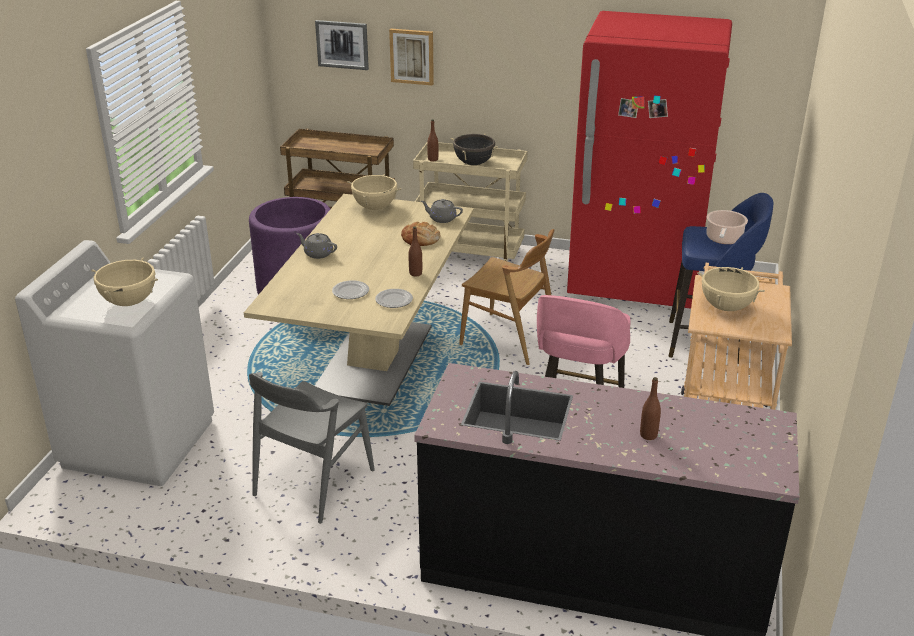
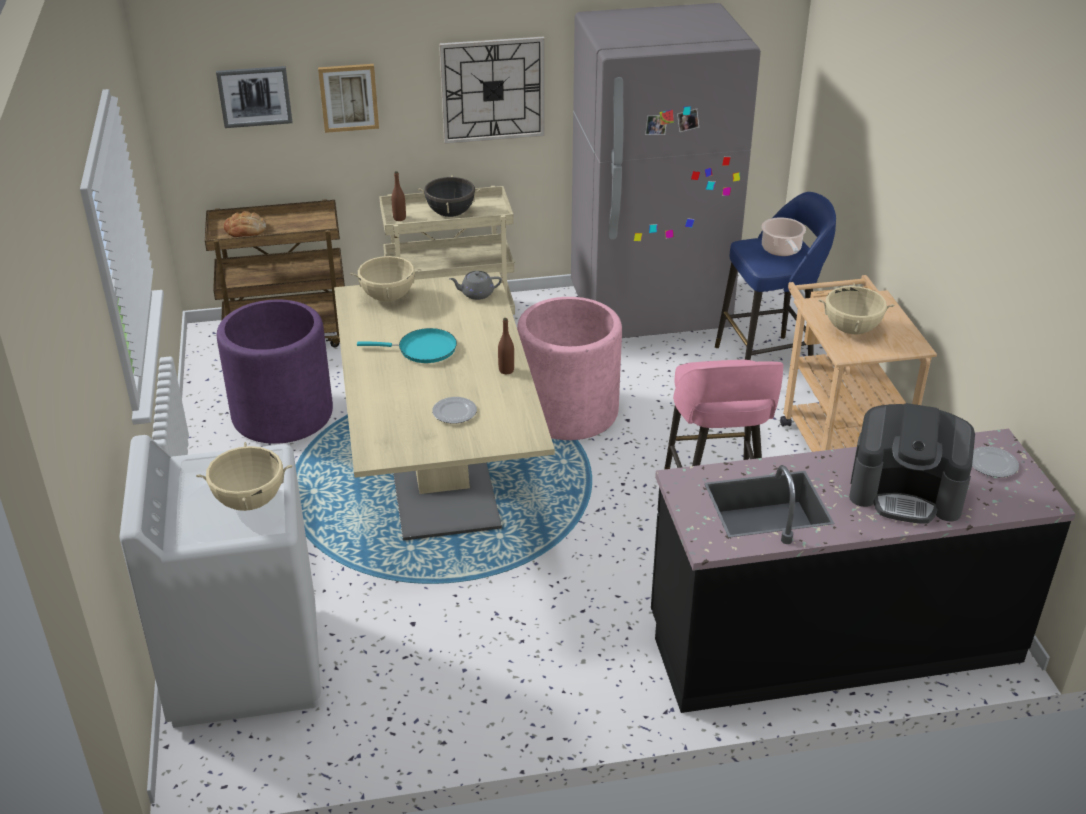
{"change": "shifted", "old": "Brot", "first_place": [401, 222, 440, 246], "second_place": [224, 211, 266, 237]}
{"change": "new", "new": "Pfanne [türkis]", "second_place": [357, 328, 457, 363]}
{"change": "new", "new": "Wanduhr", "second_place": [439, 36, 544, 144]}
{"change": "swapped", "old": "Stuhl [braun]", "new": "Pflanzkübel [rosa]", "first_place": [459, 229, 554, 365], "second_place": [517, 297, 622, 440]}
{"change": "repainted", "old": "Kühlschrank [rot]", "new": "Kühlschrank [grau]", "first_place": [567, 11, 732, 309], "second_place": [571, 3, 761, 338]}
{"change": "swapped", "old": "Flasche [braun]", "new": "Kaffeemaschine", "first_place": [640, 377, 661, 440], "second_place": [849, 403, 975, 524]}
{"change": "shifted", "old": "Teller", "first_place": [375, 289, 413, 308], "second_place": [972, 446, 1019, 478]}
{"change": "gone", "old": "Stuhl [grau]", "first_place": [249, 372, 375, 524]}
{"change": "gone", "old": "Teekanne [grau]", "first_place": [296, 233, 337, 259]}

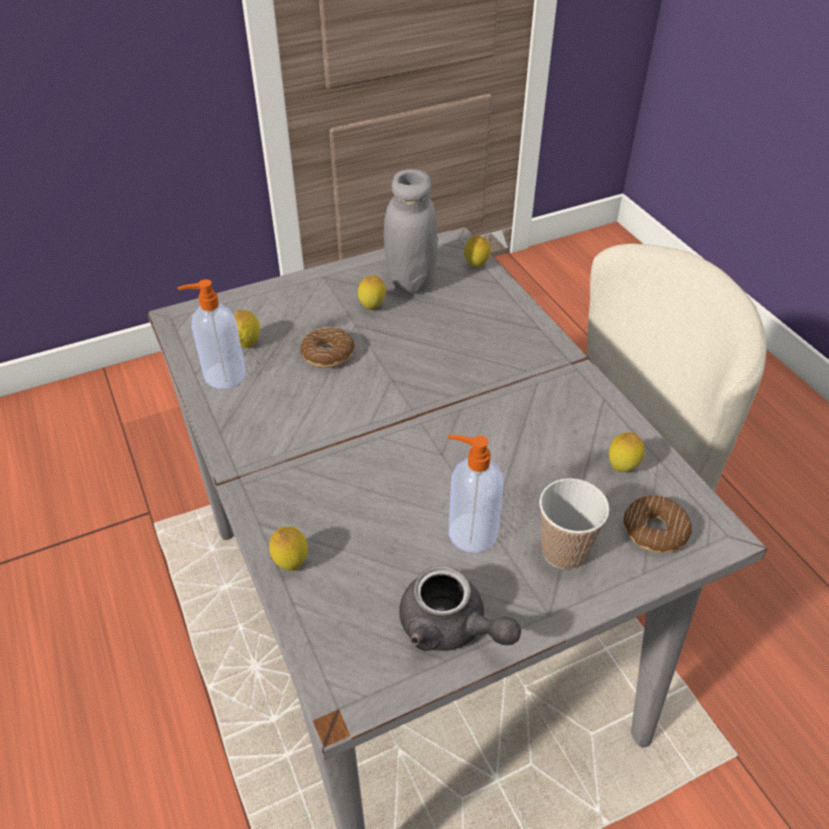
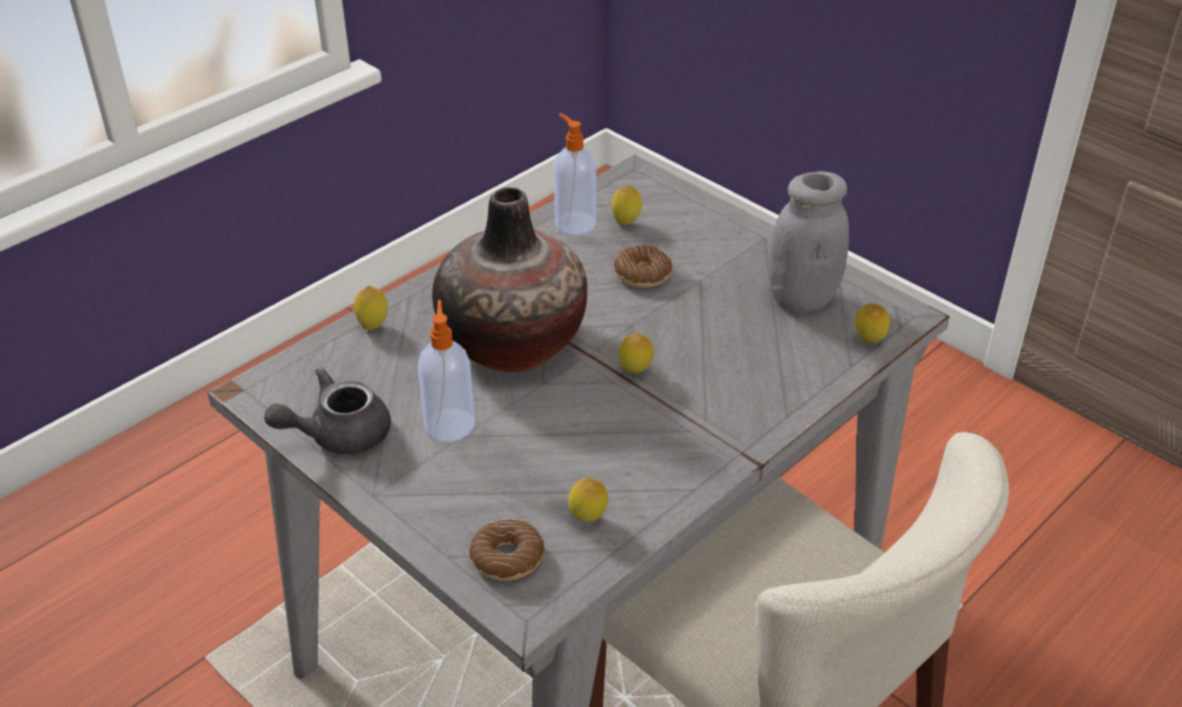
{"change": "rotated", "old": "Teekanne [grau]", "first_place": [399, 566, 521, 651], "second_place": [264, 367, 391, 455], "degrees": 45}
{"change": "new", "new": "Vase", "second_place": [432, 187, 587, 372]}
{"change": "shifted", "old": "Zitrone", "first_place": [358, 275, 386, 310], "second_place": [618, 333, 654, 374]}
{"change": "gone", "old": "Tasse", "first_place": [539, 478, 610, 570]}

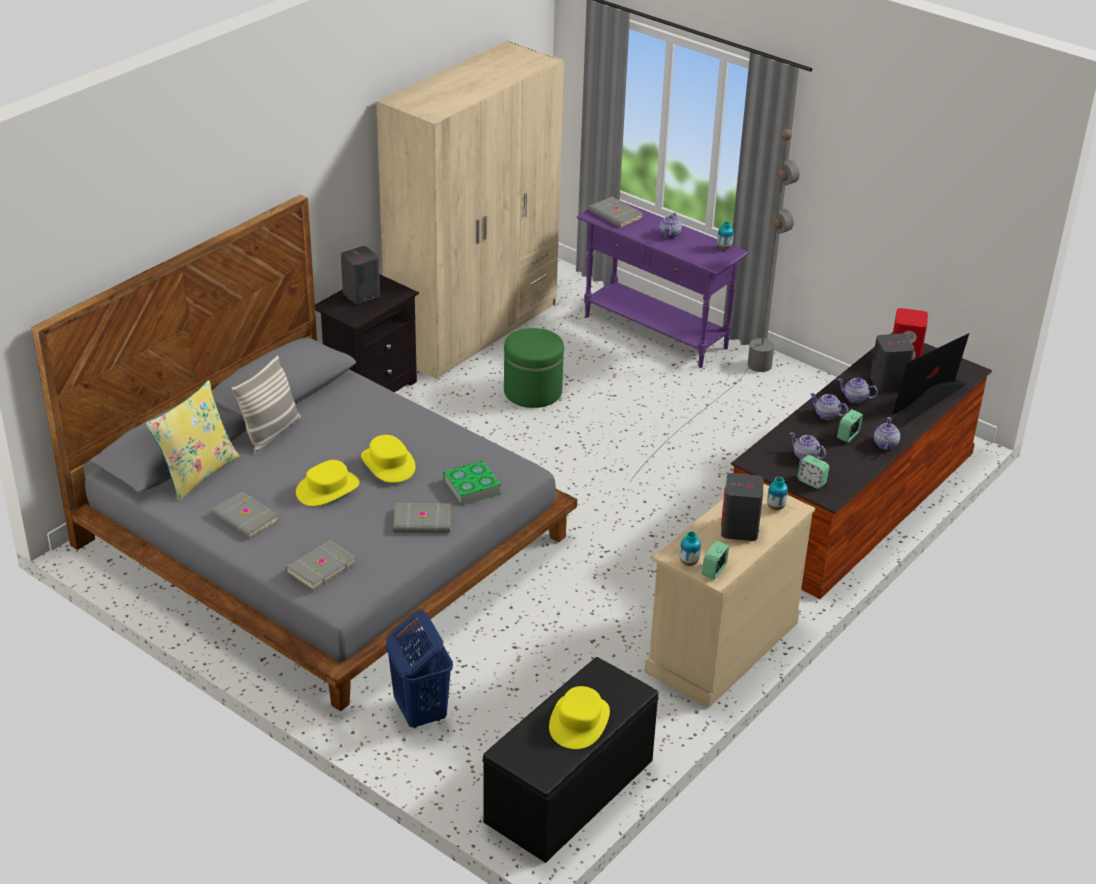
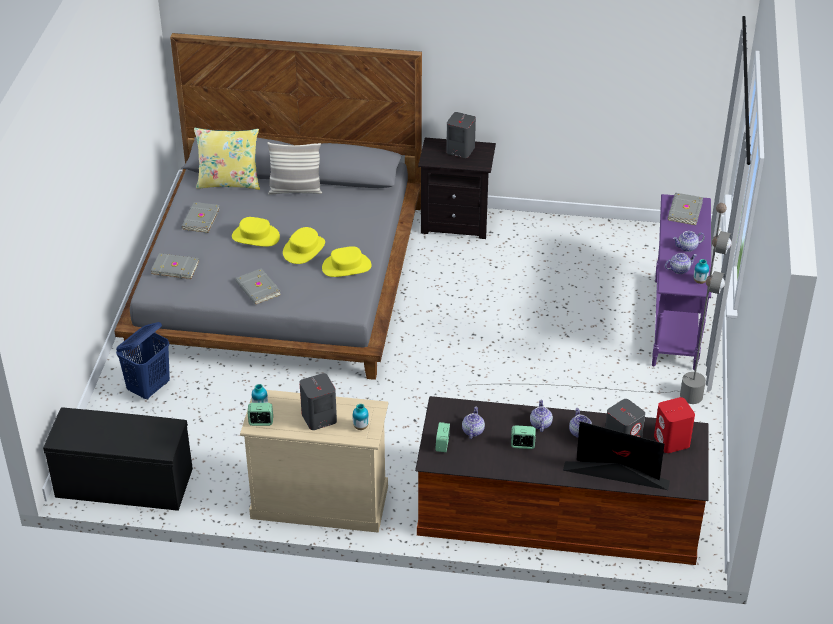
{"change": "shifted", "old": "Hut [gelb]", "first_place": [549, 686, 610, 749], "second_place": [322, 246, 372, 277]}
{"change": "shifted", "old": "Teekanne", "first_place": [874, 417, 900, 450], "second_place": [665, 253, 697, 274]}
{"change": "gone", "old": "Kleiderschrank [beige]", "first_place": [376, 40, 564, 379]}
{"change": "gone", "old": "Buch", "first_place": [443, 461, 501, 505]}
{"change": "gone", "old": "Polsterhocker [grün]", "first_place": [504, 328, 564, 408]}

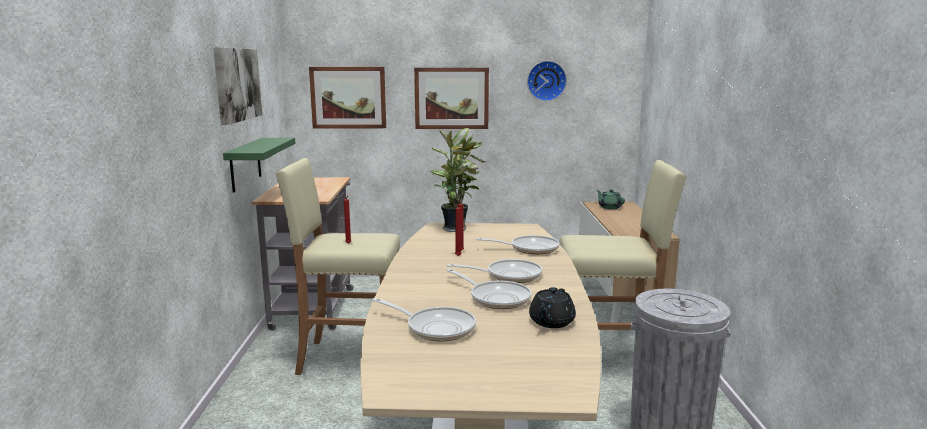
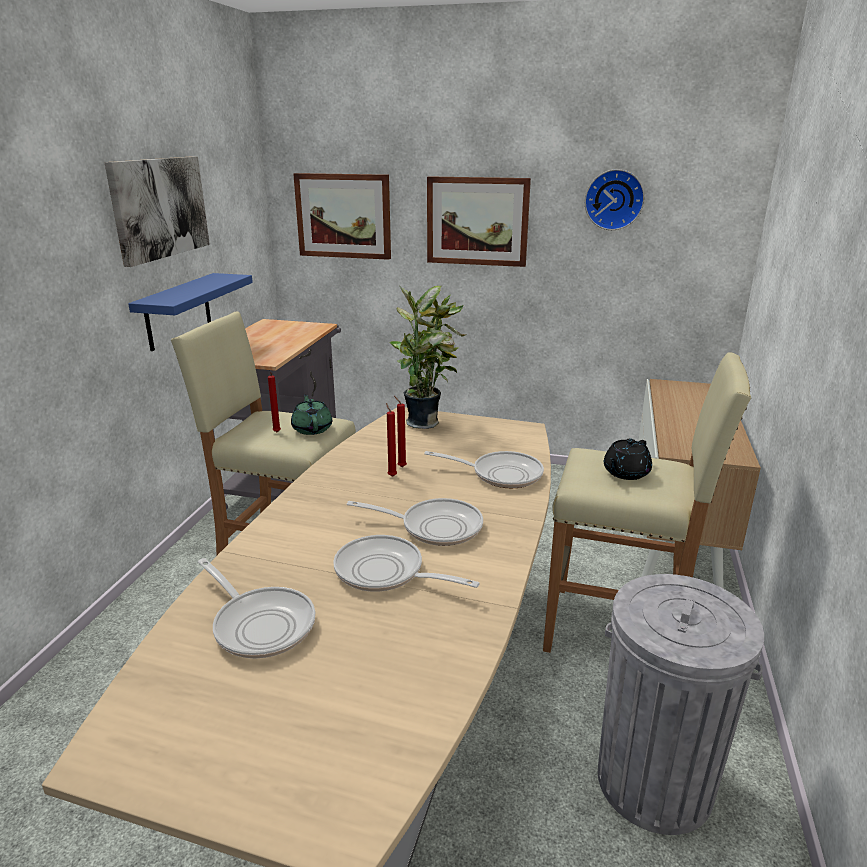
{"change": "repainted", "old": "Wandregal [grün]", "new": "Wandregal [blau]", "first_place": [223, 138, 295, 192], "second_place": [128, 273, 253, 351]}
{"change": "shifted", "old": "Teekanne [grün]", "first_place": [597, 189, 625, 209], "second_place": [291, 394, 332, 435]}
{"change": "rotated", "old": "Pfanne", "first_place": [446, 268, 532, 309], "second_place": [333, 535, 480, 592], "degrees": 150}
{"change": "shifted", "old": "Teekanne [schwarz]", "first_place": [529, 287, 576, 328], "second_place": [604, 439, 652, 480]}

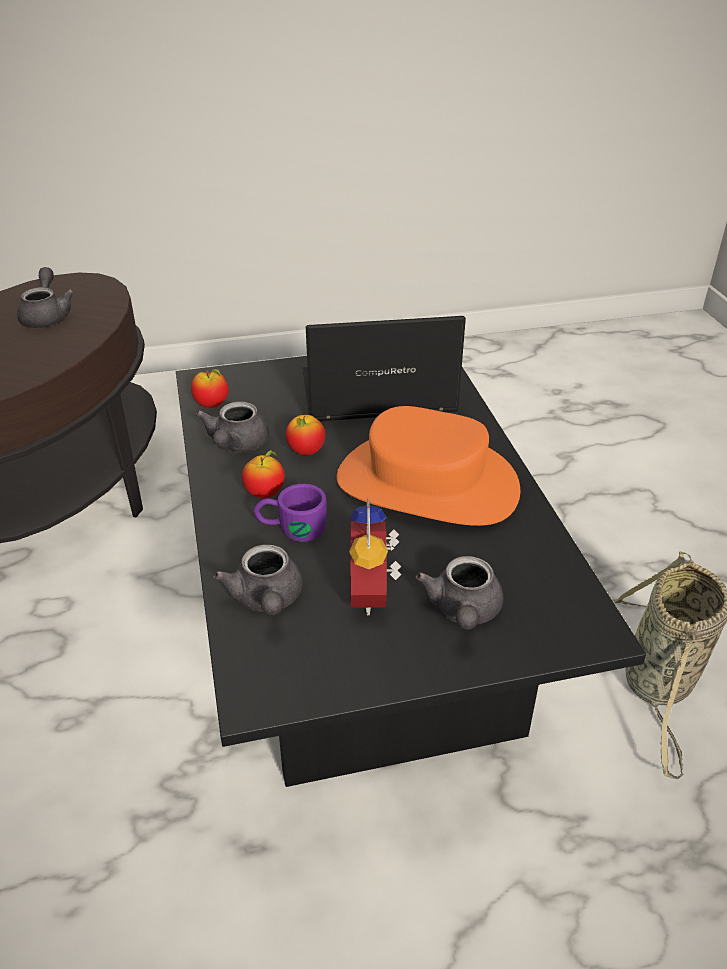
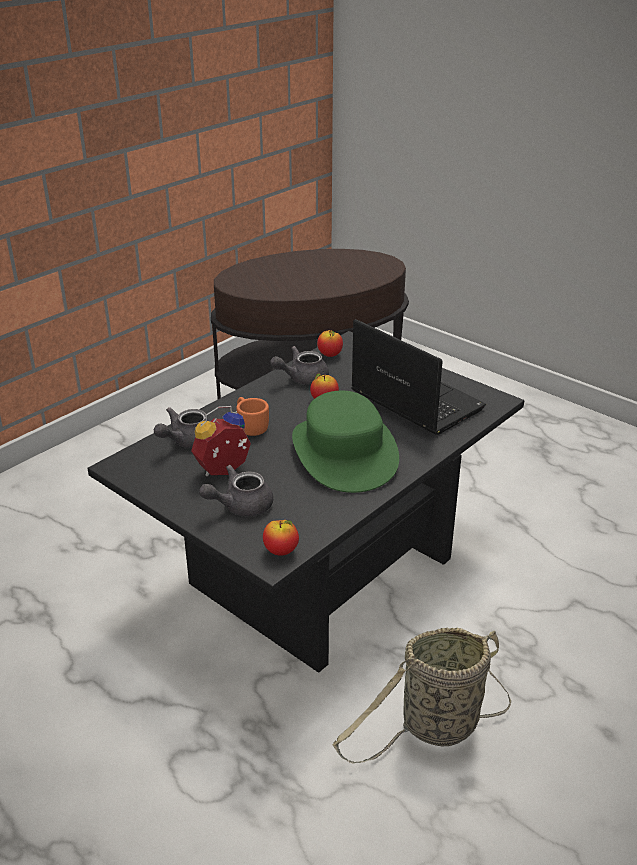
{"change": "repainted", "old": "Henkelbecher [lila]", "new": "Henkelbecher [orange]", "first_place": [254, 484, 327, 542], "second_place": [236, 397, 269, 436]}
{"change": "shifted", "old": "Apfel", "first_place": [242, 450, 285, 498], "second_place": [263, 520, 299, 556]}
{"change": "repainted", "old": "Hut [orange]", "new": "Hut [grün]", "first_place": [337, 406, 520, 526], "second_place": [292, 391, 399, 493]}
{"change": "gone", "old": "Teekanne [grau]", "first_place": [17, 267, 75, 328]}

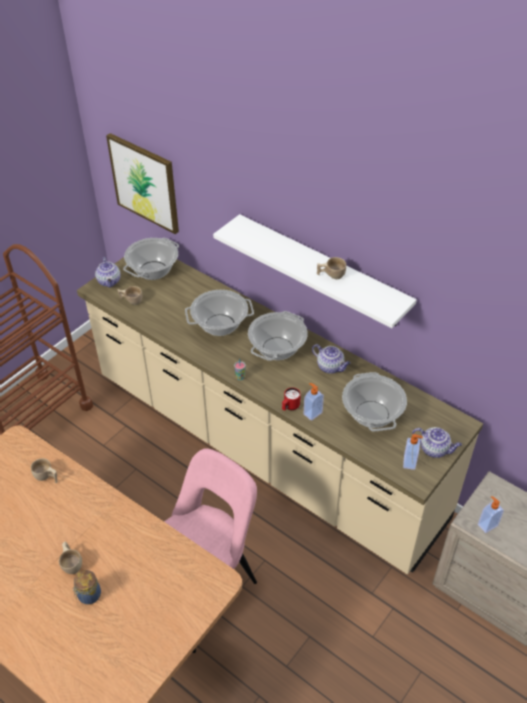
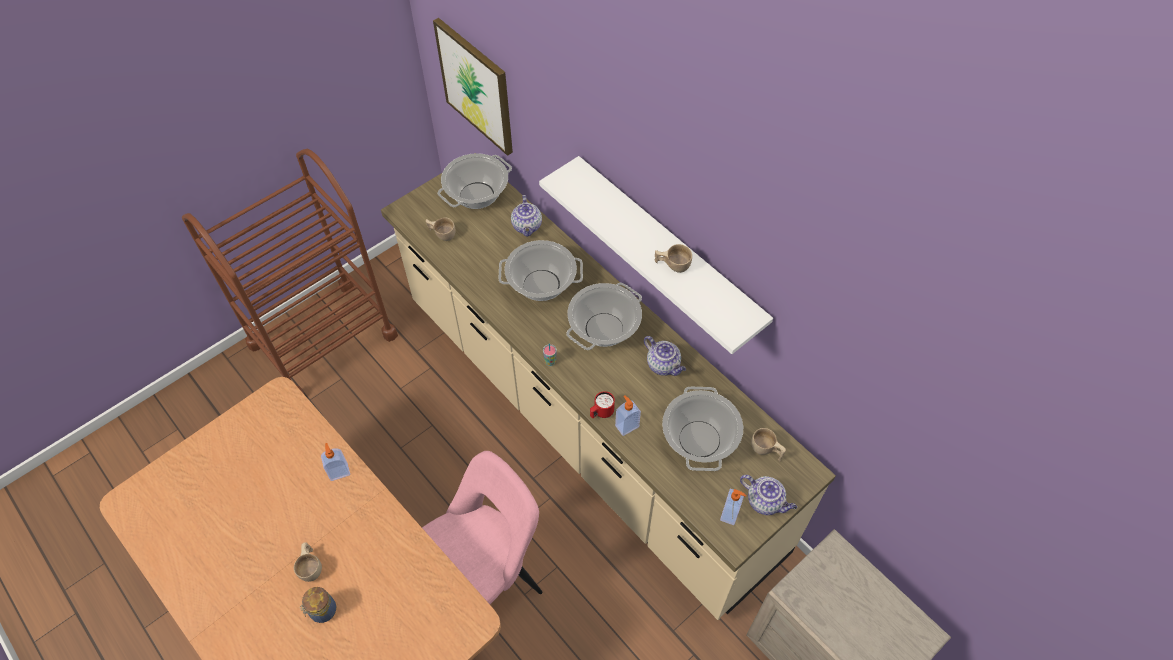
{"change": "shifted", "old": "Seifenspender", "first_place": [478, 496, 504, 533], "second_place": [321, 443, 350, 481]}
{"change": "shifted", "old": "Teekanne", "first_place": [95, 257, 121, 288], "second_place": [511, 195, 542, 237]}
{"change": "shifted", "old": "Tasse [beige]", "first_place": [31, 458, 57, 483], "second_place": [751, 428, 786, 461]}

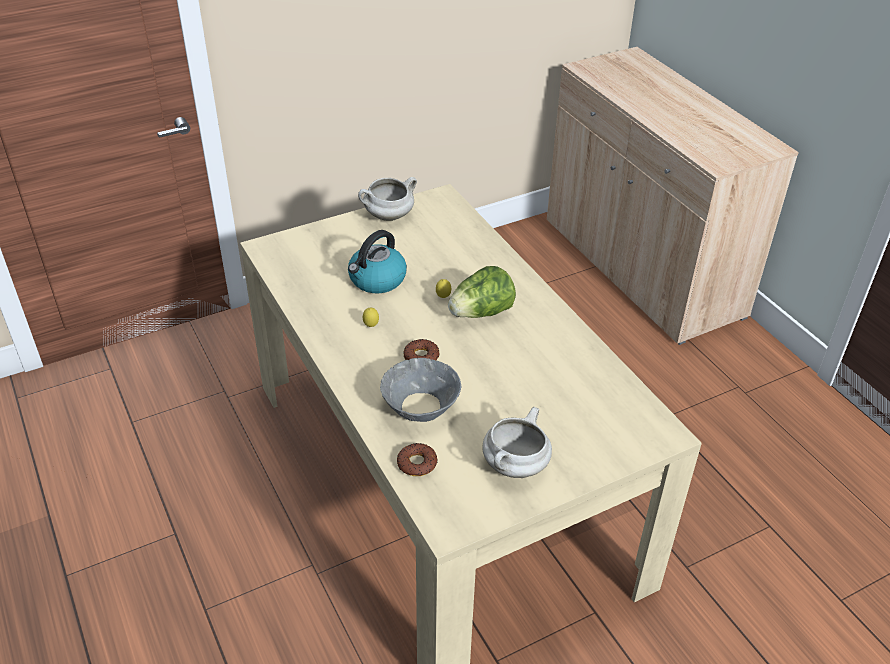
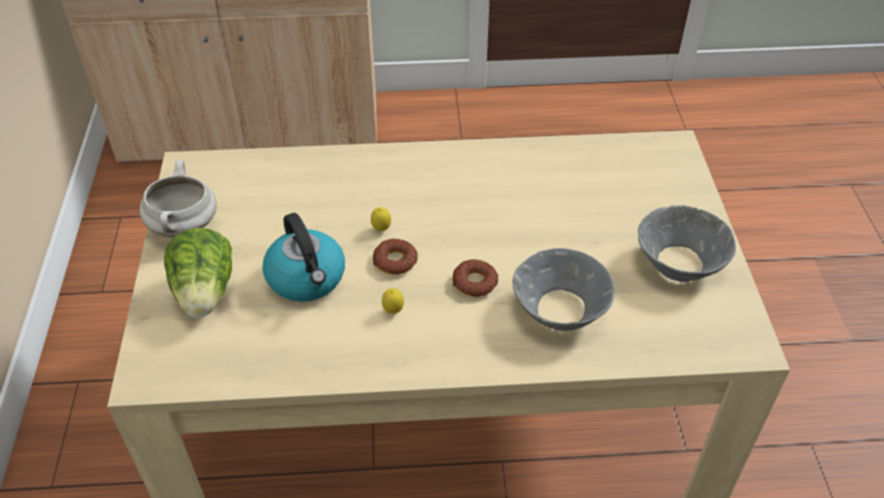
{"change": "shifted", "old": "Salatkopf", "first_place": [448, 266, 516, 318], "second_place": [164, 228, 232, 318]}
{"change": "shifted", "old": "Donut", "first_place": [397, 443, 438, 476], "second_place": [372, 238, 418, 275]}
{"change": "swapped", "old": "Kochtopf [weiß]", "new": "Schüssel [grau]", "first_place": [482, 407, 552, 478], "second_place": [638, 205, 736, 282]}

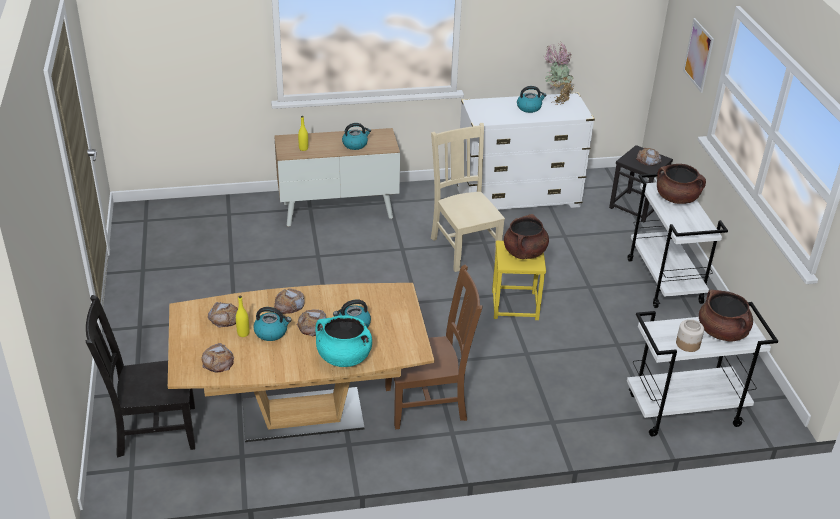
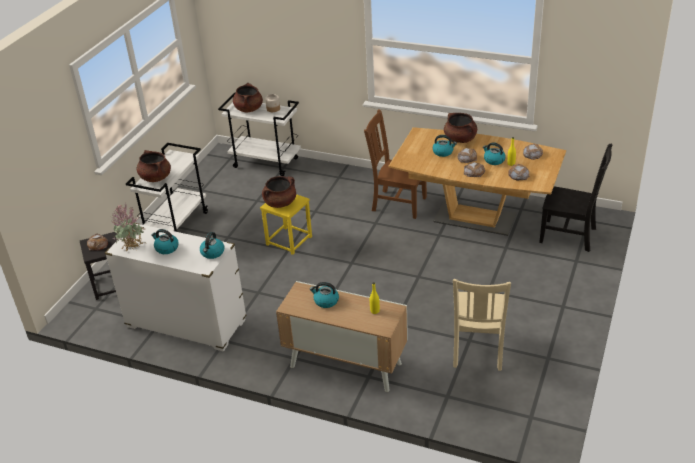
{"change": "new", "new": "Wasserkessel", "second_place": [200, 232, 224, 259]}
{"change": "repainted", "old": "Kochtopf [türkis]", "new": "Kochtopf [braun]", "first_place": [315, 315, 372, 367], "second_place": [444, 113, 477, 143]}
{"change": "shifted", "old": "Stuhl [beige]", "first_place": [431, 123, 505, 272], "second_place": [453, 279, 511, 371]}
{"change": "gone", "old": "Bild", "first_place": [683, 18, 714, 93]}

